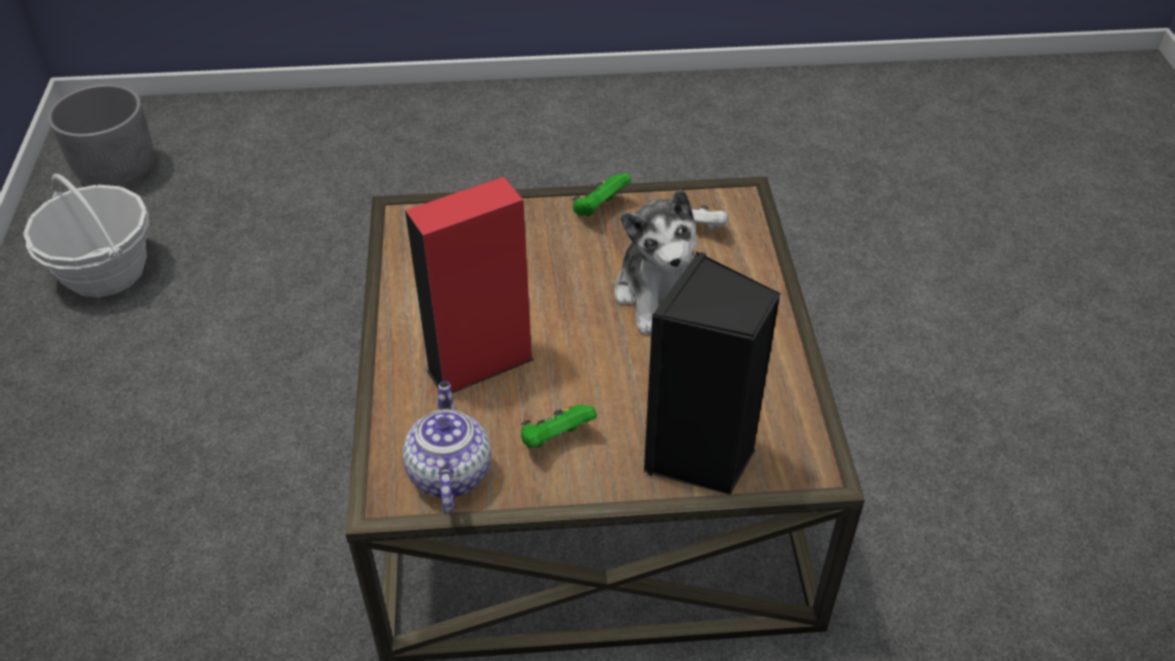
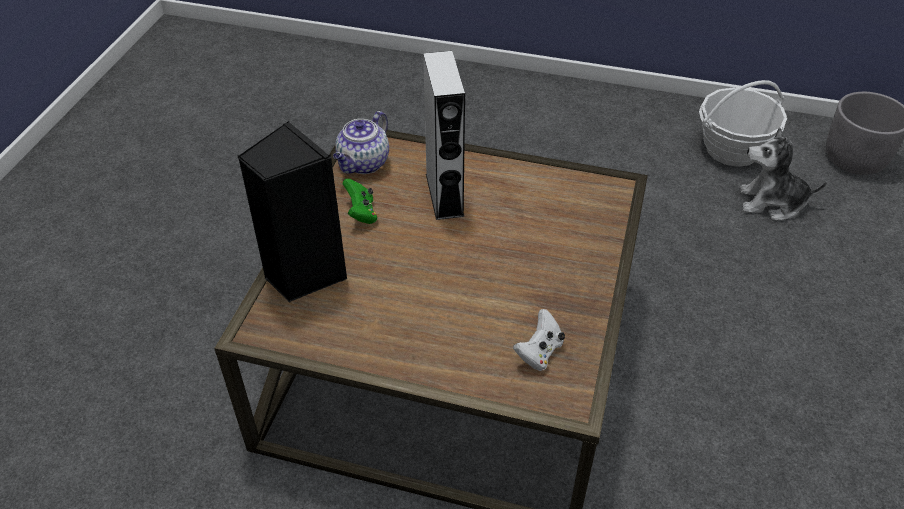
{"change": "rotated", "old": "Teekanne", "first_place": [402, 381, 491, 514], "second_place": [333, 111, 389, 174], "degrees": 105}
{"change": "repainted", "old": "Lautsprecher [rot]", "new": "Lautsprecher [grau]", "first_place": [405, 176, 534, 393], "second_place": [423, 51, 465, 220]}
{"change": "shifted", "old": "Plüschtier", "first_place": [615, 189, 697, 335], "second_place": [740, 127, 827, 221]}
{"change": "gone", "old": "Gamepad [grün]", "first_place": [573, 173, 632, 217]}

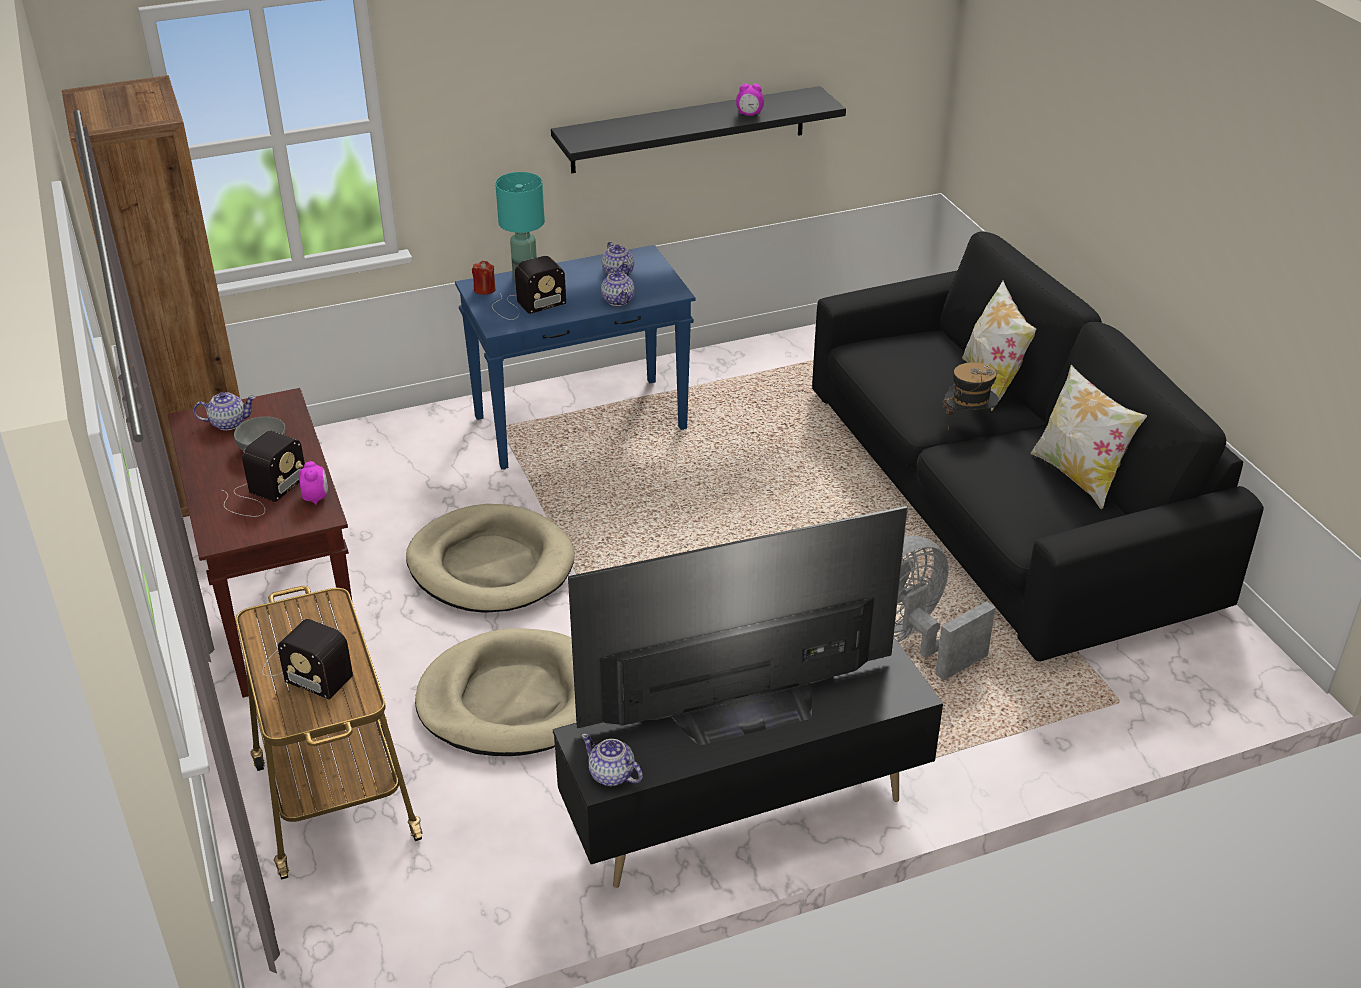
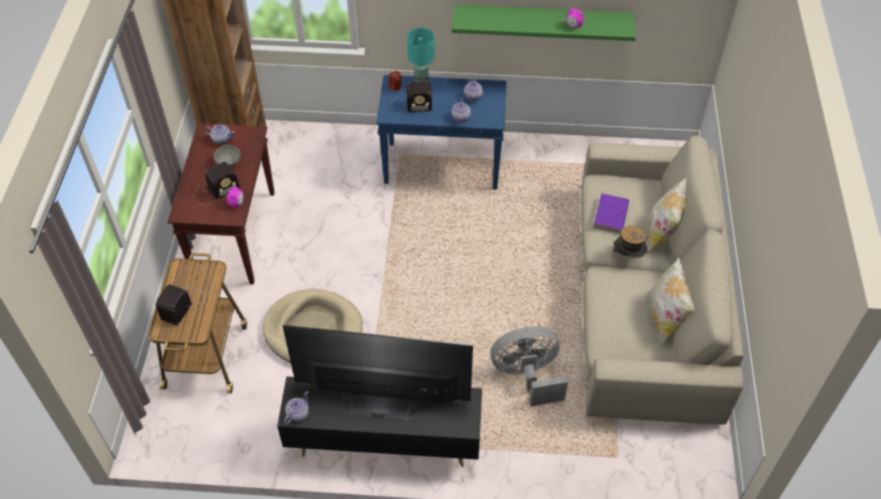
{"change": "rotated", "old": "Radio", "first_place": [262, 619, 353, 700], "second_place": [156, 284, 207, 326], "degrees": 60}
{"change": "rotated", "old": "Teekanne", "first_place": [581, 733, 643, 786], "second_place": [284, 391, 309, 425], "degrees": 60}
{"change": "repainted", "old": "Wandregal [schwarz]", "new": "Wandregal [grün]", "first_place": [551, 86, 846, 173], "second_place": [452, 4, 636, 41]}
{"change": "repainted", "old": "Sofa [schwarz]", "new": "Sofa [beige]", "first_place": [812, 231, 1264, 662], "second_place": [581, 136, 744, 425]}
{"change": "new", "new": "Buch [lila]", "second_place": [593, 193, 629, 233]}
{"change": "gone", "old": "Hundebett [beige]", "first_place": [406, 504, 575, 613]}

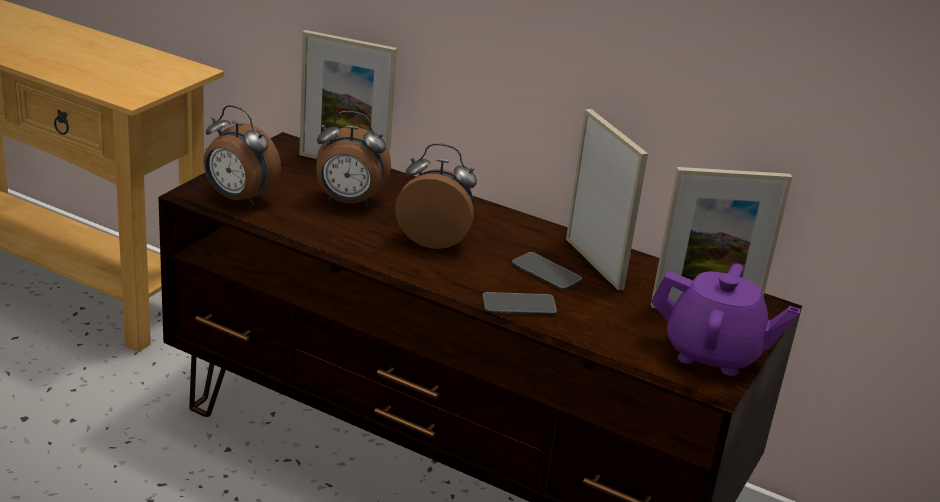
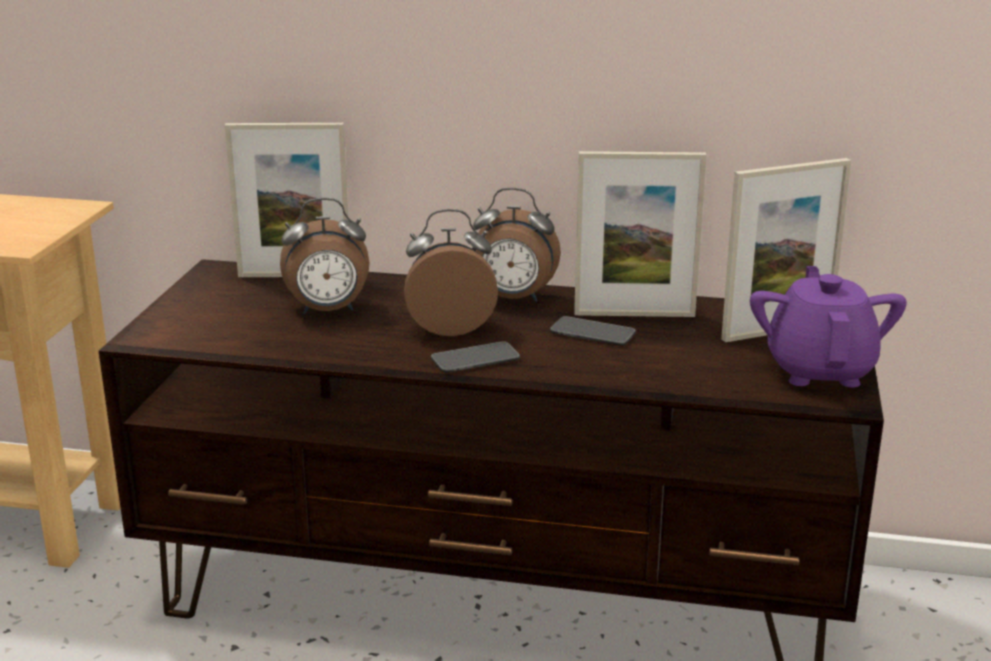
{"change": "shifted", "old": "Handy", "first_place": [482, 292, 557, 315], "second_place": [431, 341, 520, 373]}
{"change": "shifted", "old": "Wecker", "first_place": [203, 105, 281, 206], "second_place": [473, 188, 561, 302]}
{"change": "rotated", "old": "Bilderrahmen", "first_place": [566, 109, 648, 291], "second_place": [574, 151, 706, 317], "degrees": 135}
{"change": "rotated", "old": "Teekanne [lila]", "first_place": [651, 263, 800, 376], "second_place": [750, 266, 907, 387], "degrees": -90}

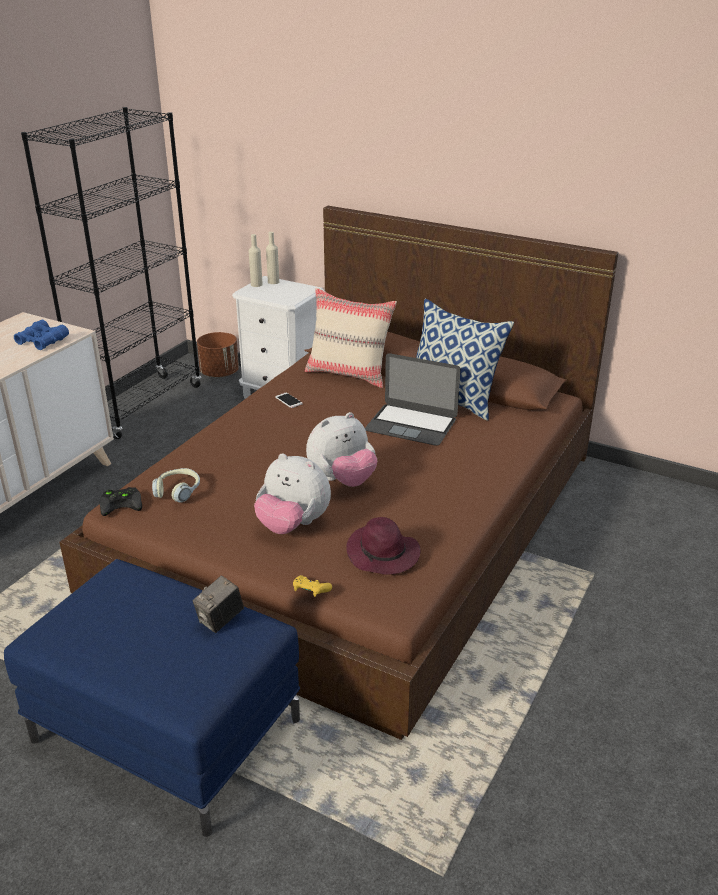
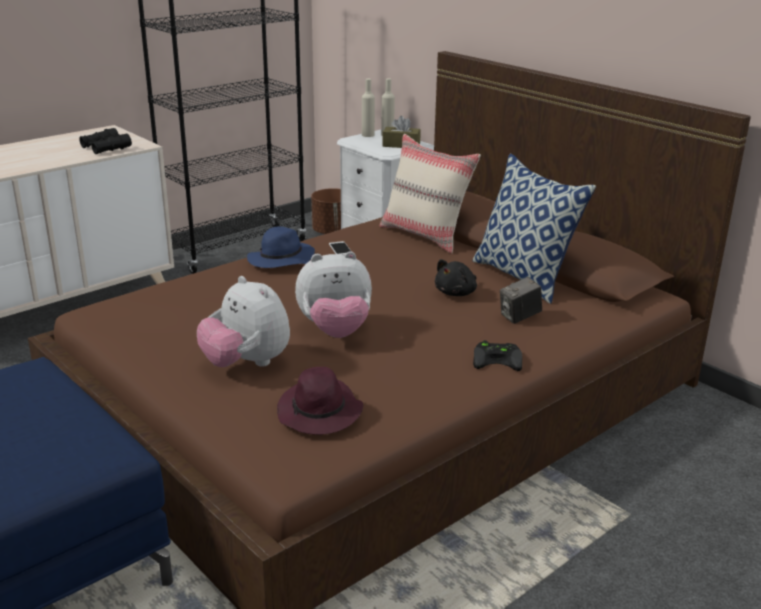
{"change": "repainted", "old": "Fernglas [blau]", "new": "Fernglas [schwarz]", "first_place": [14, 320, 69, 350], "second_place": [79, 128, 132, 154]}
{"change": "new", "new": "Hut [blau]", "second_place": [247, 226, 315, 268]}
{"change": "new", "new": "Taschentuchbox [braun]", "second_place": [382, 116, 421, 148]}
{"change": "swapped", "old": "Laptop", "new": "Plüschtier [schwarz]", "first_place": [365, 353, 460, 446], "second_place": [435, 259, 477, 296]}
{"change": "shifted", "old": "Gamepad [schwarz]", "first_place": [100, 487, 142, 516], "second_place": [473, 340, 522, 371]}
{"change": "shifted", "old": "Kamera", "first_place": [193, 575, 244, 633], "second_place": [500, 277, 542, 324]}
{"change": "gone", "old": "Kopfhörer", "first_place": [152, 468, 200, 503]}
{"change": "gone", "old": "Gamepad [gelb]", "first_place": [293, 575, 332, 597]}

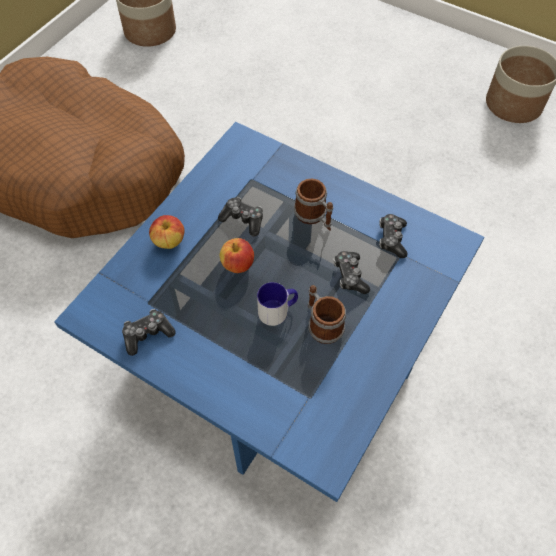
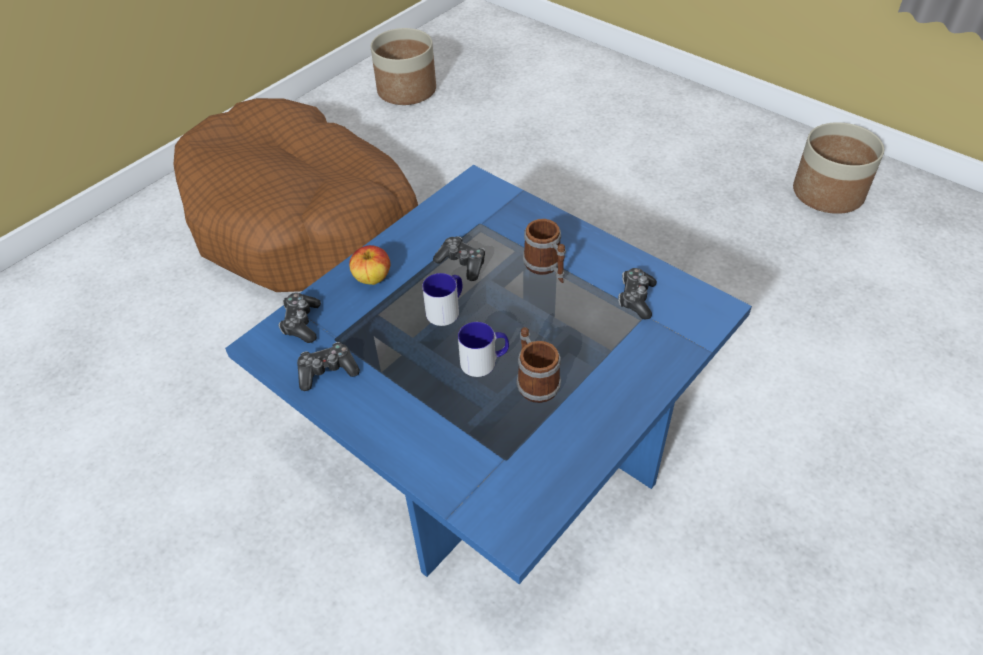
{"change": "shifted", "old": "Gamepad", "first_place": [334, 251, 370, 294], "second_place": [278, 293, 321, 343]}
{"change": "swapped", "old": "Apfel", "new": "Henkelbecher", "first_place": [220, 238, 254, 273], "second_place": [422, 273, 462, 326]}

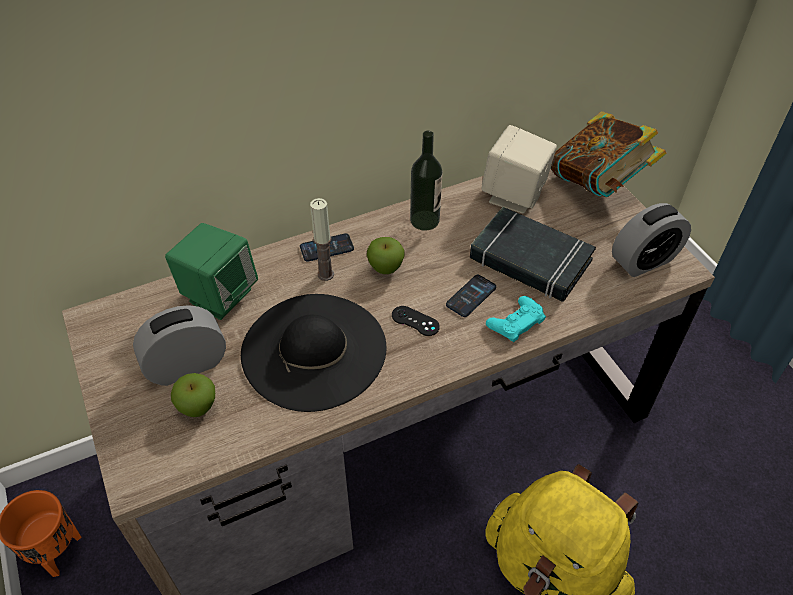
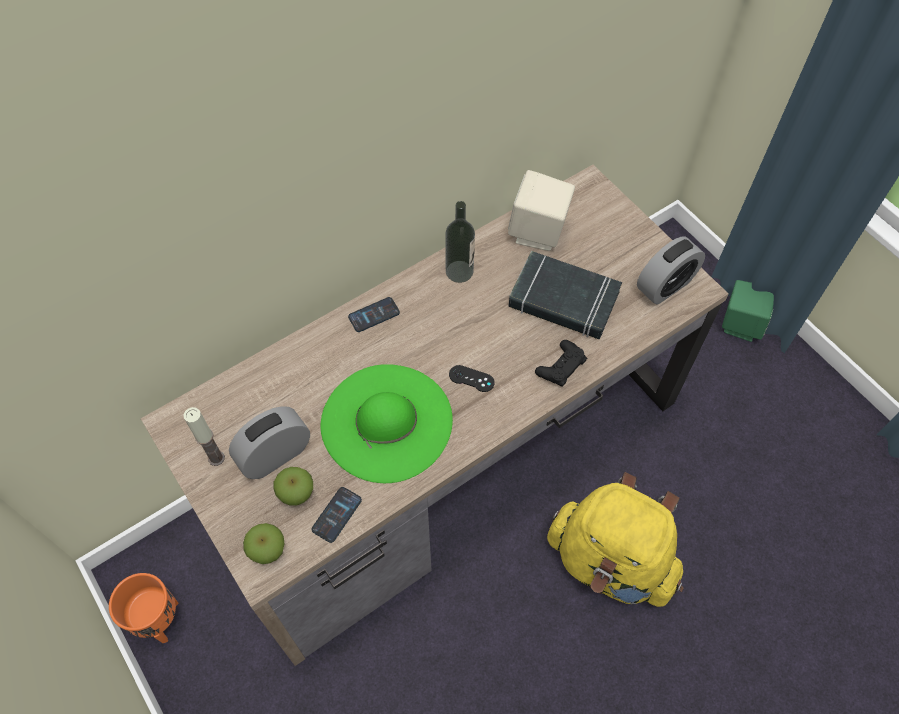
{"change": "shifted", "old": "Kerze", "first_place": [310, 198, 334, 281], "second_place": [184, 407, 225, 466]}
{"change": "shifted", "old": "Apfel", "first_place": [367, 237, 405, 274], "second_place": [243, 523, 284, 564]}
{"change": "shifted", "old": "Handy", "first_place": [446, 275, 496, 317], "second_place": [311, 487, 362, 543]}
{"change": "repainted", "old": "Hut [schwarz]", "new": "Hut [grün]", "first_place": [241, 294, 387, 412], "second_place": [321, 364, 453, 483]}
{"change": "repainted", "old": "Gamepad [türkis]", "new": "Gamepad [schwarz]", "first_place": [486, 296, 546, 342], "second_place": [535, 340, 587, 387]}
{"change": "shifted", "old": "Lautsprecher [grün]", "first_place": [165, 223, 258, 320], "second_place": [722, 280, 774, 342]}
{"change": "gone", "old": "Buch", "first_place": [551, 111, 667, 197]}

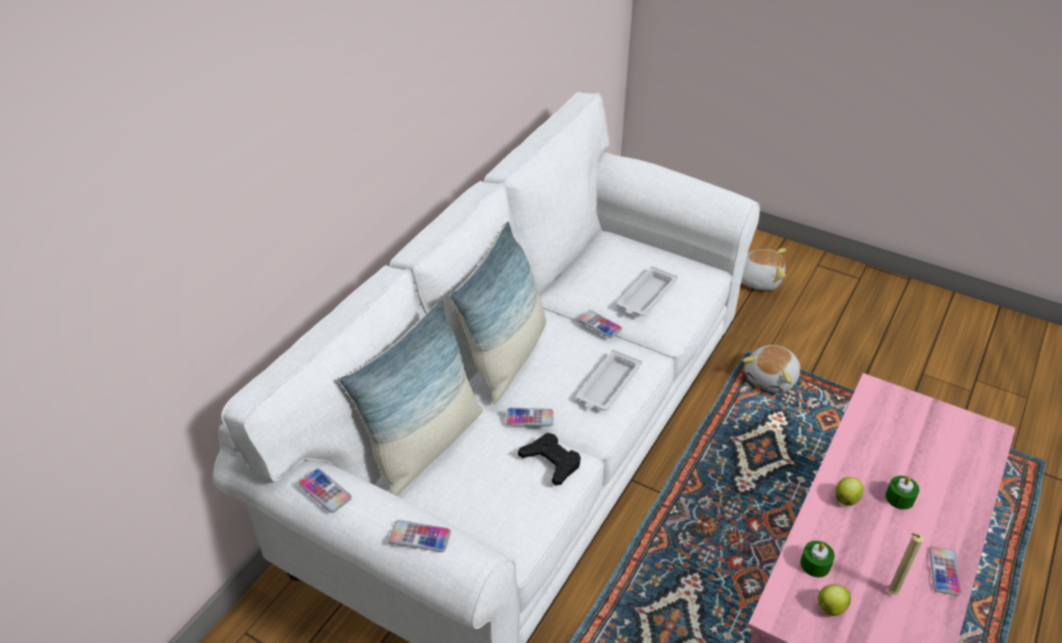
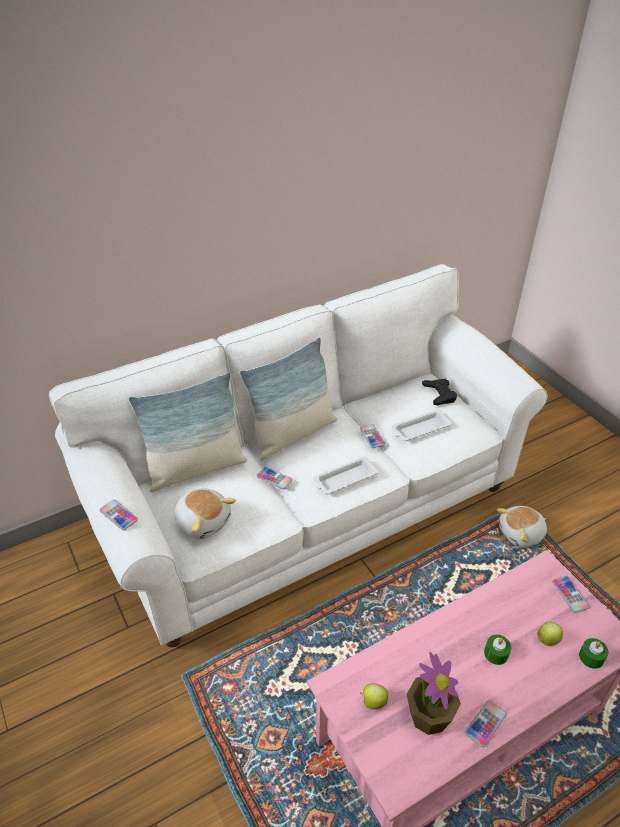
{"change": "shifted", "old": "Plüschtier", "first_place": [741, 248, 786, 291], "second_place": [174, 488, 236, 539]}
{"change": "swapped", "old": "Kerze [beige]", "new": "Topfpflanze", "first_place": [888, 533, 924, 595], "second_place": [407, 652, 461, 735]}
{"change": "shifted", "old": "Gamepad [schwarz]", "first_place": [518, 433, 581, 486], "second_place": [422, 379, 457, 406]}
{"change": "shifted", "old": "Apfel", "first_place": [835, 477, 864, 506], "second_place": [537, 622, 563, 646]}
{"change": "shifted", "old": "Handy", "first_place": [298, 469, 352, 513], "second_place": [552, 576, 590, 613]}
{"change": "shifted", "old": "Kerze [grün]", "first_place": [800, 541, 835, 577], "second_place": [579, 638, 608, 669]}

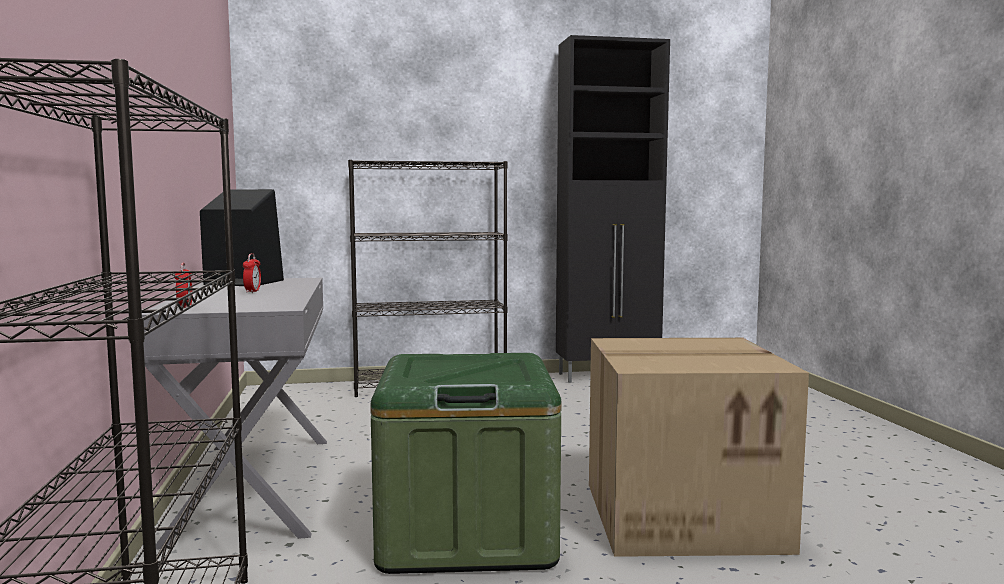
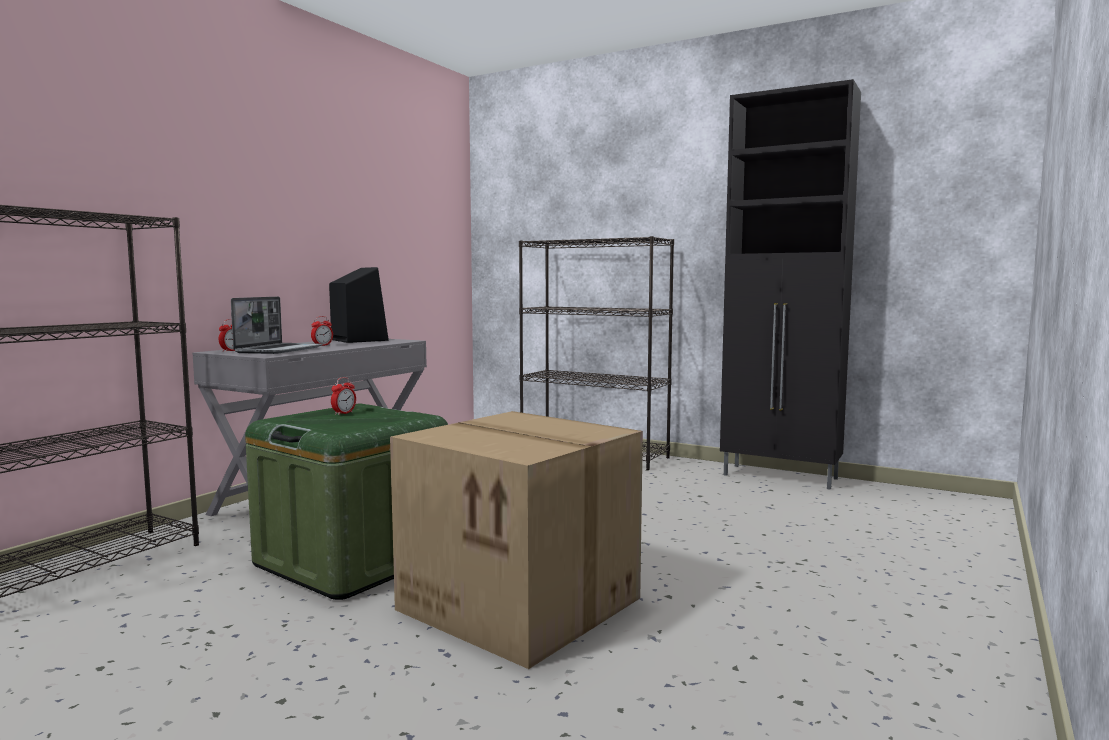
{"change": "new", "new": "Laptop", "second_place": [231, 297, 323, 354]}
{"change": "new", "new": "Wecker", "second_place": [331, 377, 356, 415]}

